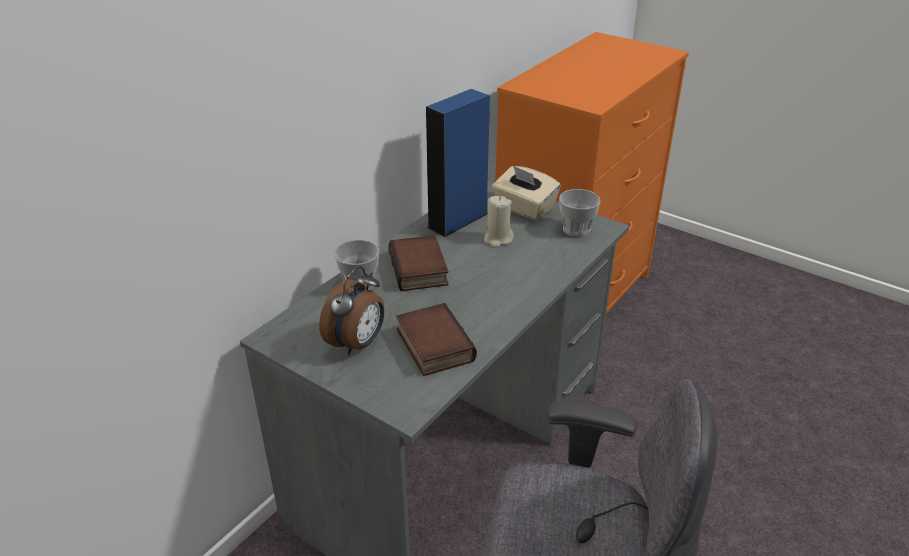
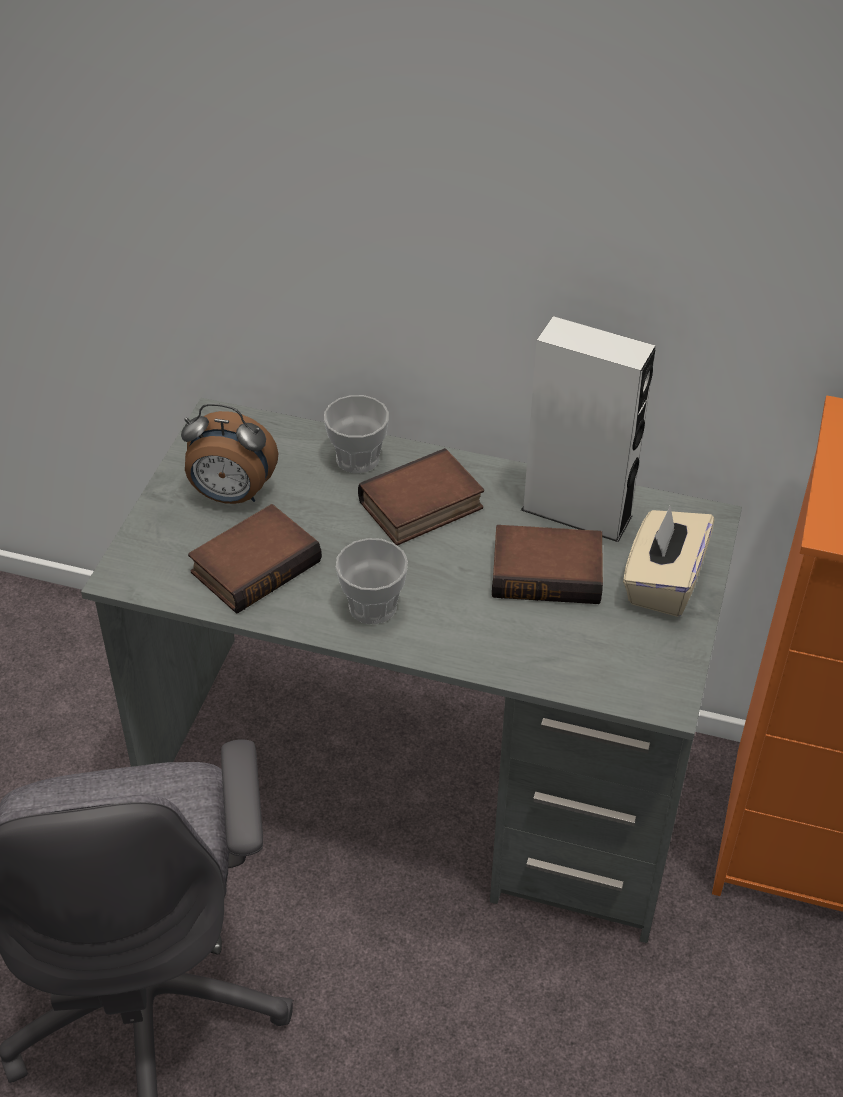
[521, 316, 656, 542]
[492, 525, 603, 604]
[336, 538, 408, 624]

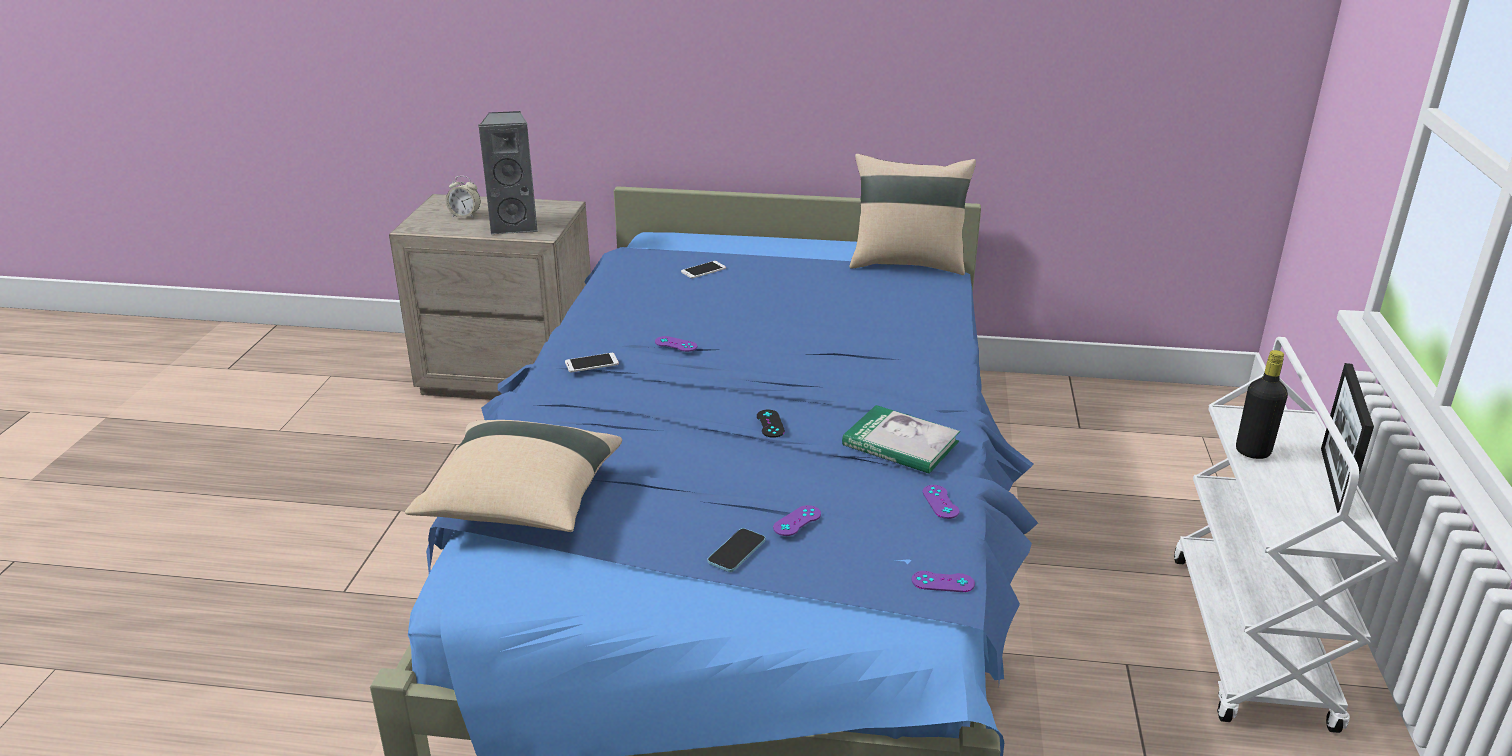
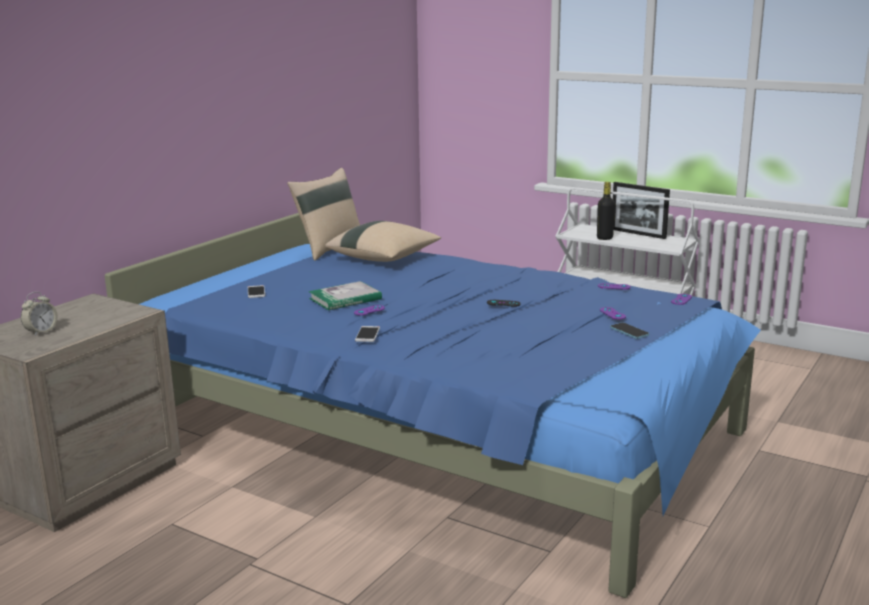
[325, 221, 441, 262]
[478, 111, 538, 235] (first image)
[309, 281, 382, 310]

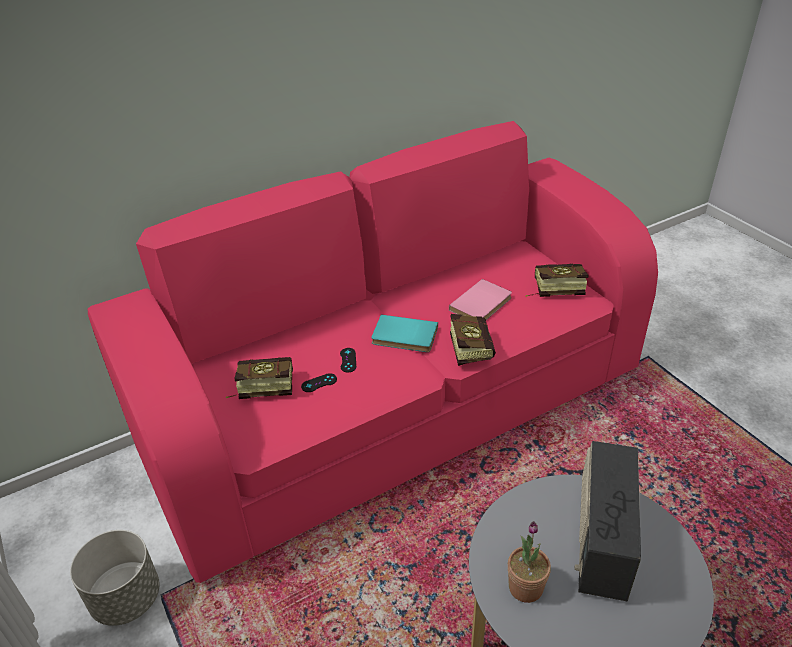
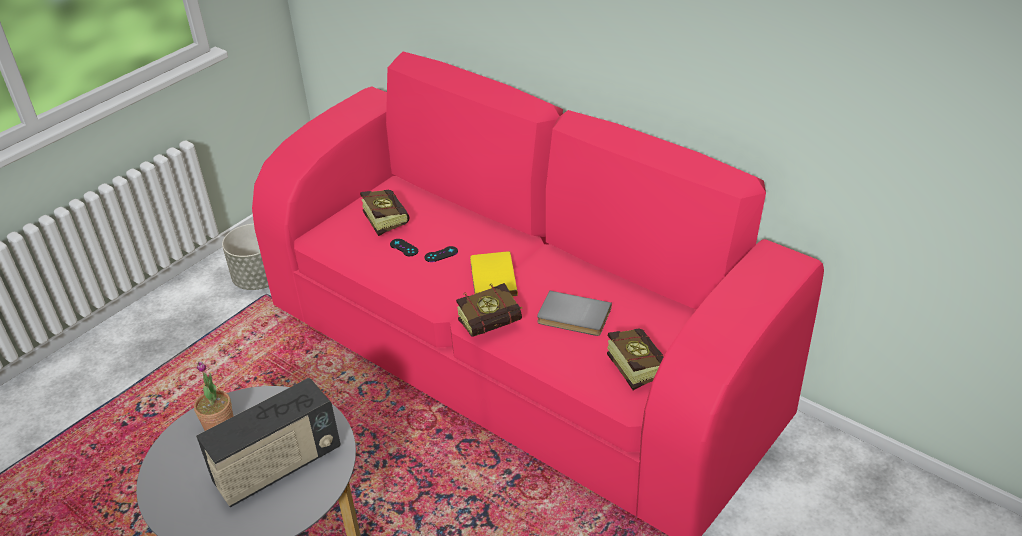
[470, 251, 518, 296]
[537, 291, 612, 336]
[196, 378, 341, 508]

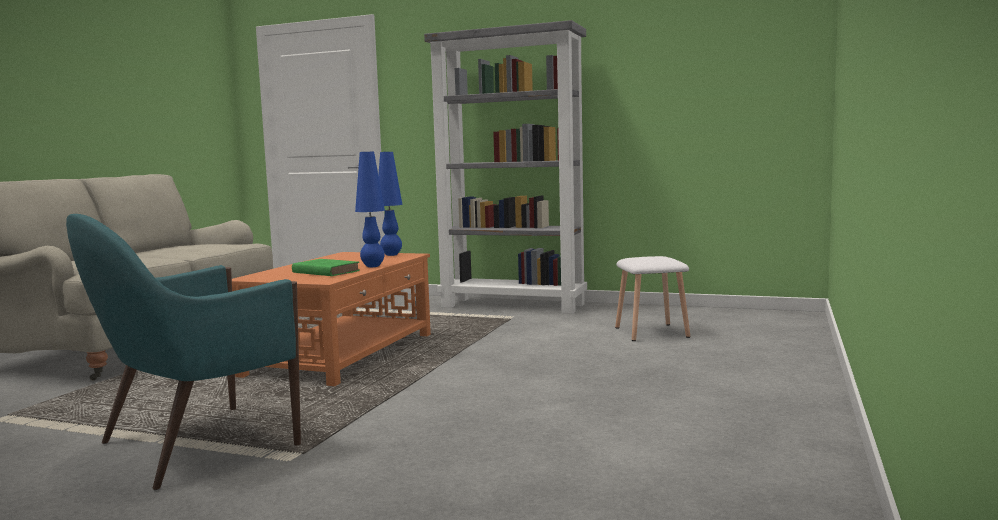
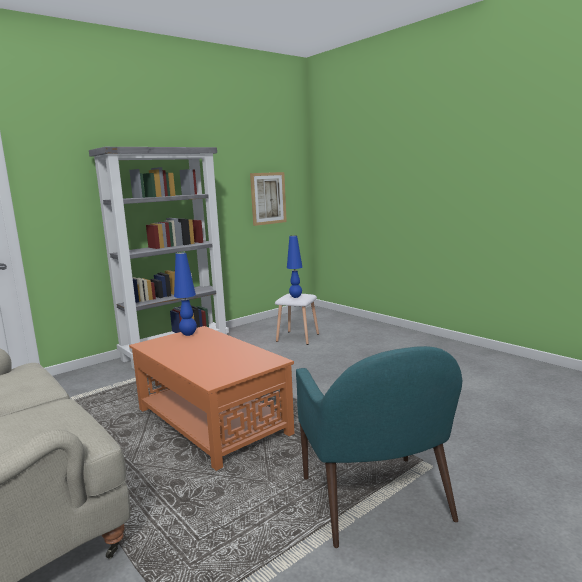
[292, 259, 360, 276] (first image)
[287, 235, 303, 298]
[250, 172, 287, 226]

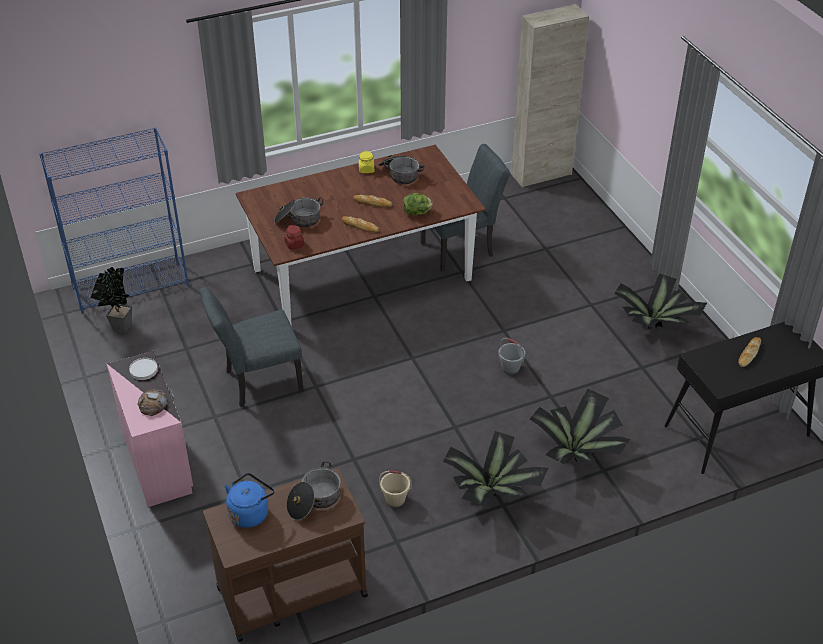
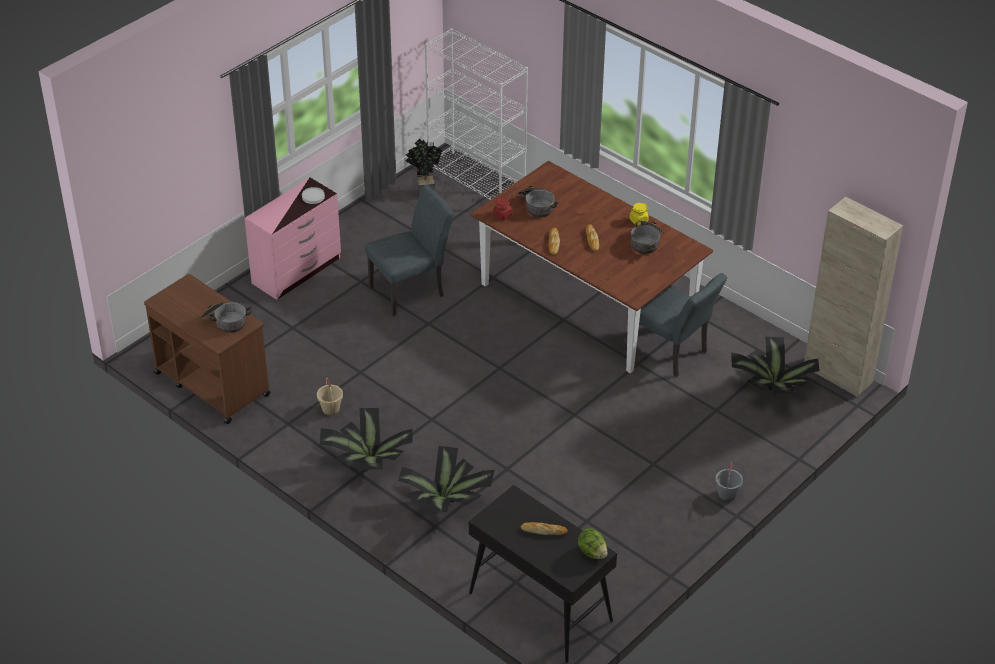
[424, 28, 528, 200]
[137, 389, 167, 416] (first image)
[365, 185, 454, 316]
[225, 473, 274, 528] (first image)
[578, 528, 608, 559]
[715, 462, 743, 501]
[731, 337, 820, 394]

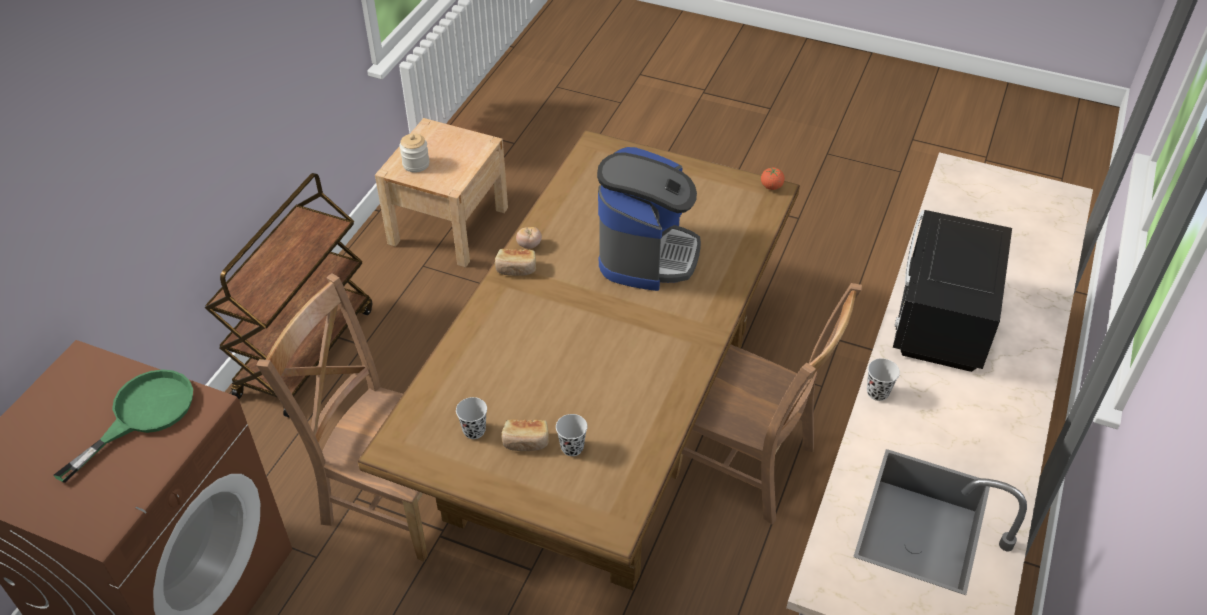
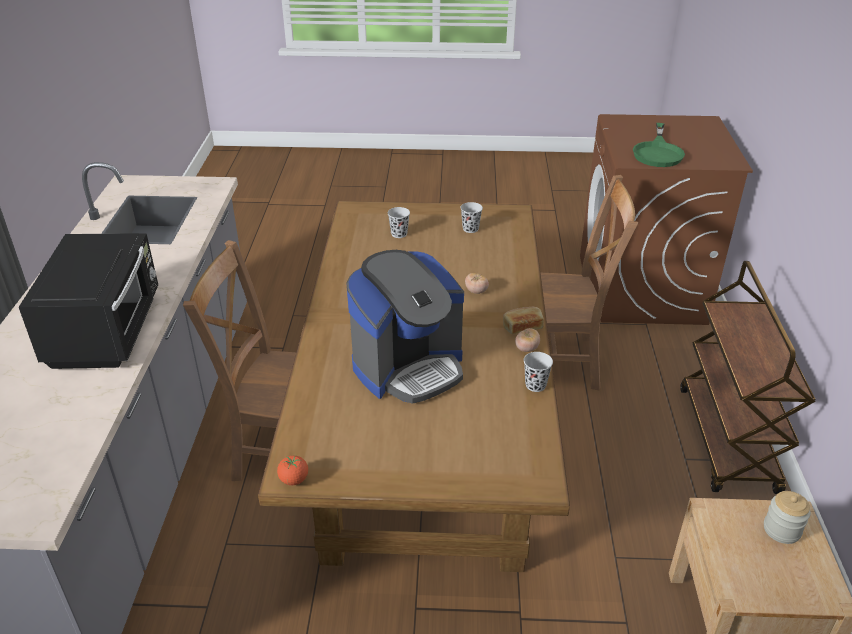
[501, 419, 549, 451] (first image)
[346, 250, 464, 404]
[524, 352, 553, 392]
[465, 273, 489, 294]

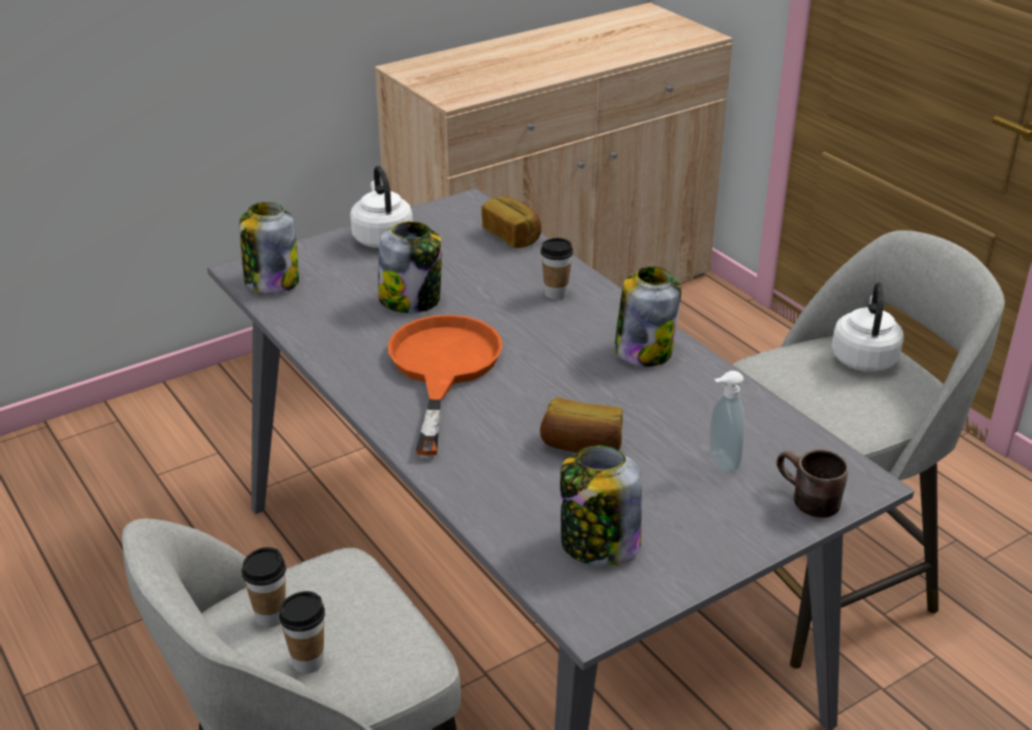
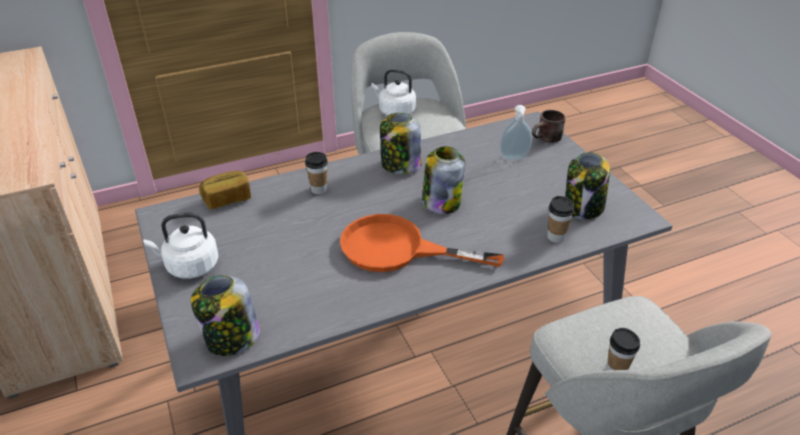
[548, 196, 574, 243]
[422, 146, 465, 214]
[540, 397, 623, 453] (first image)

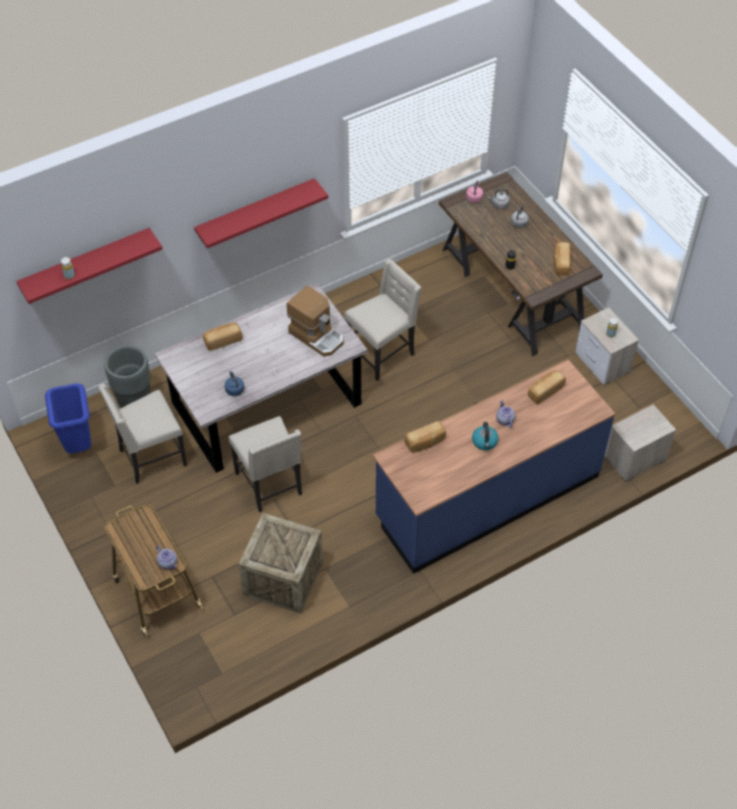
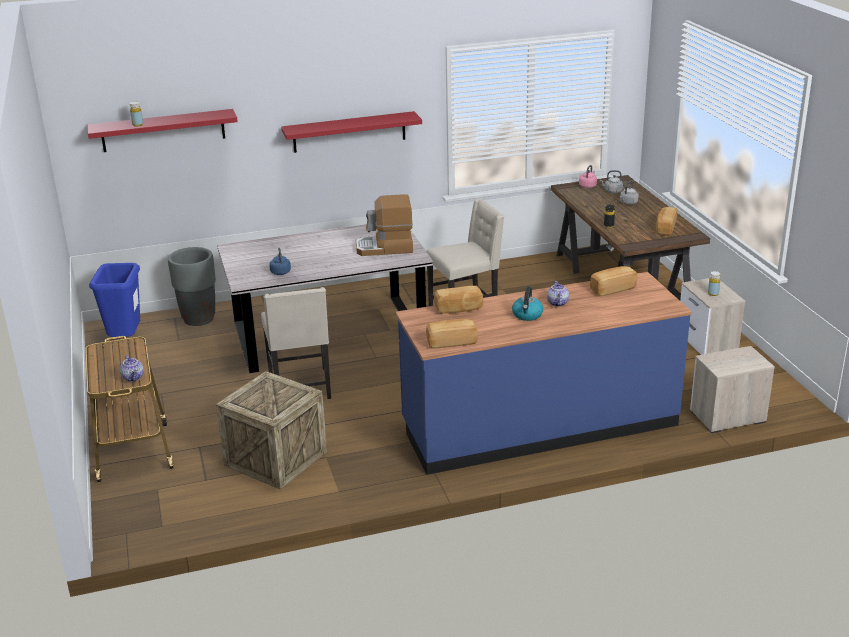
[98, 384, 187, 484] (first image)
[426, 319, 478, 349]
[356, 194, 413, 256]

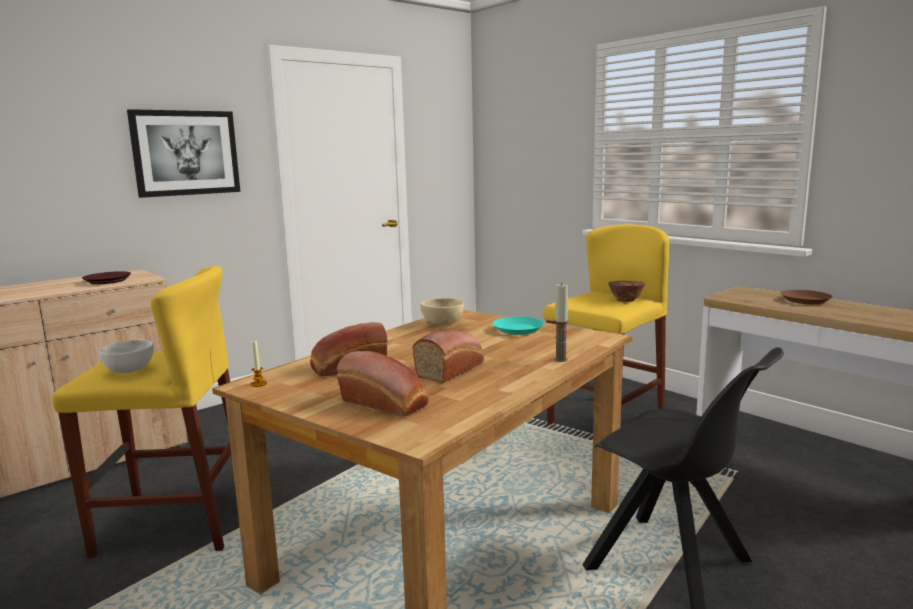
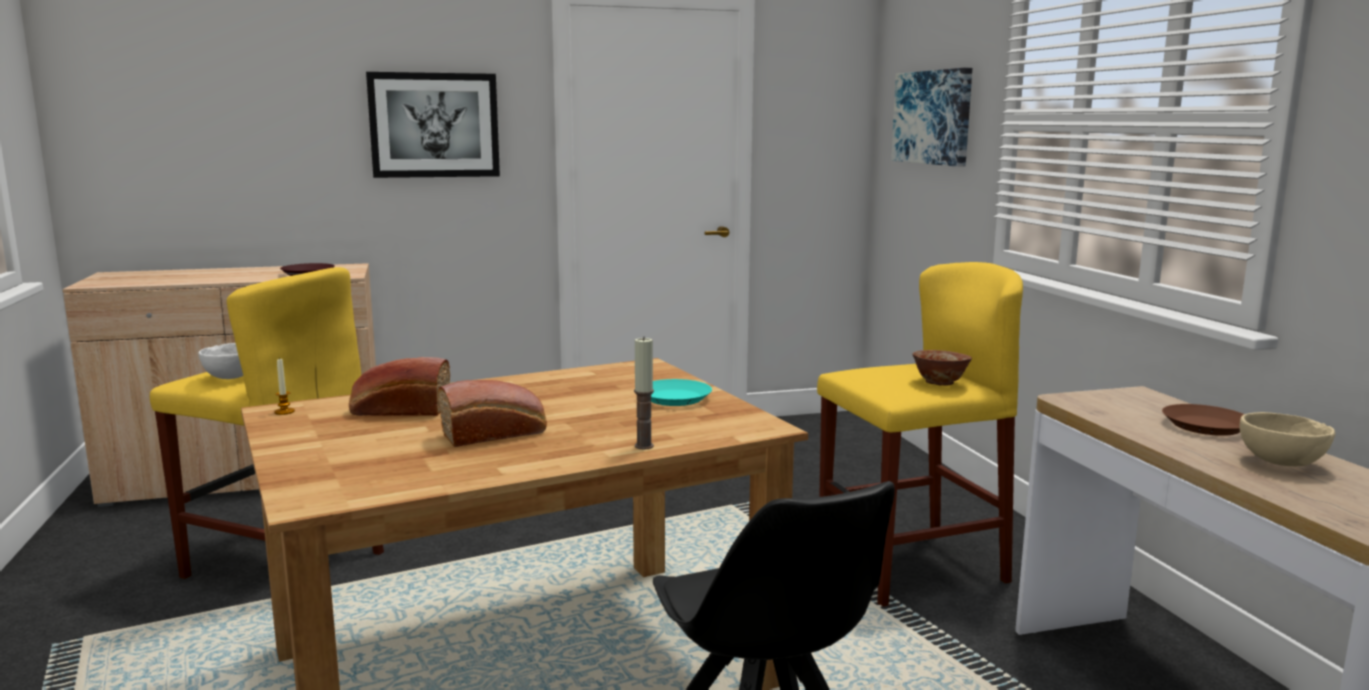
[337, 351, 429, 417] (first image)
[1239, 412, 1335, 466]
[891, 68, 972, 167]

